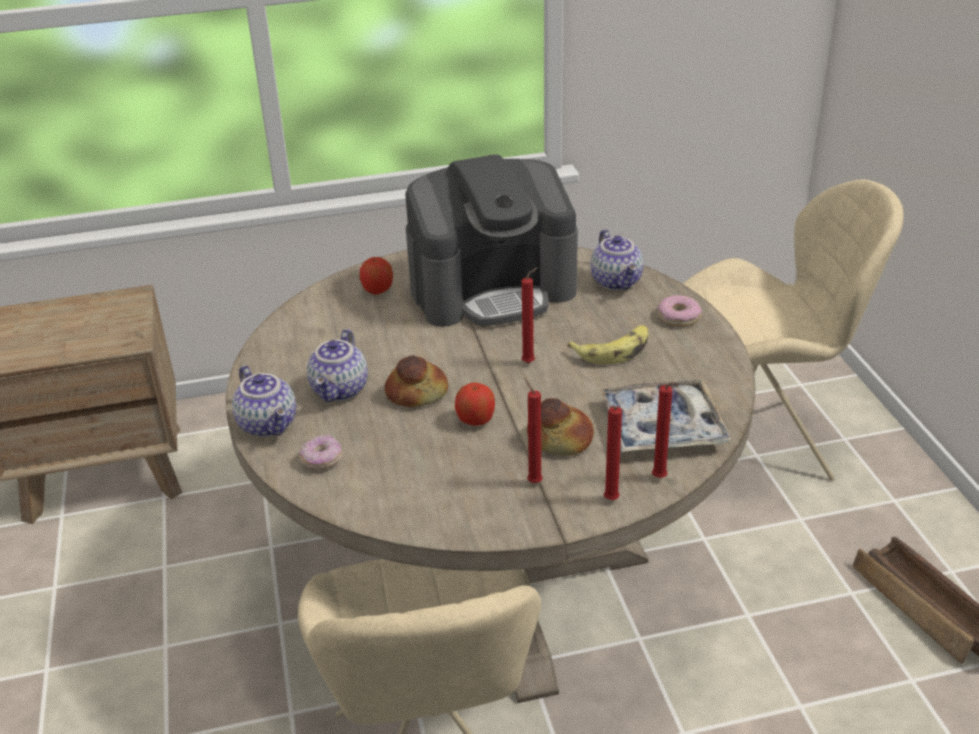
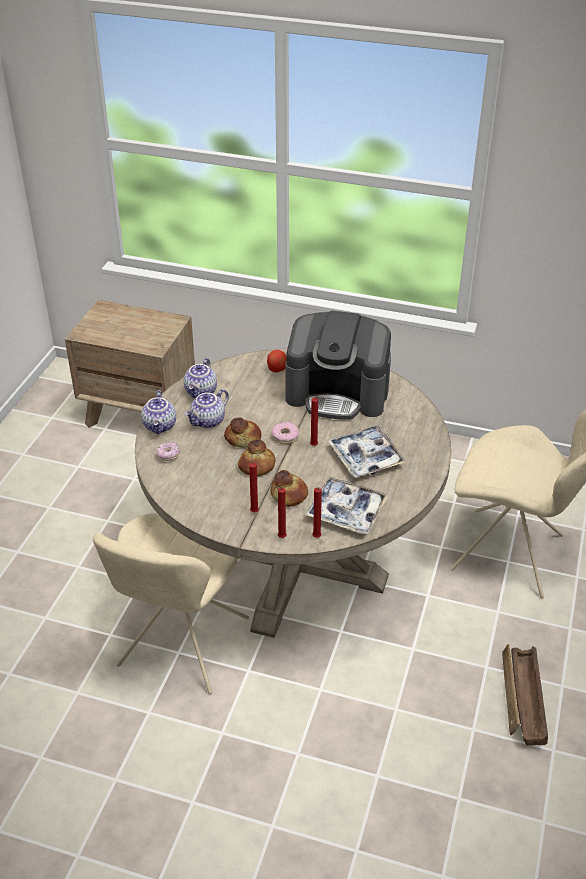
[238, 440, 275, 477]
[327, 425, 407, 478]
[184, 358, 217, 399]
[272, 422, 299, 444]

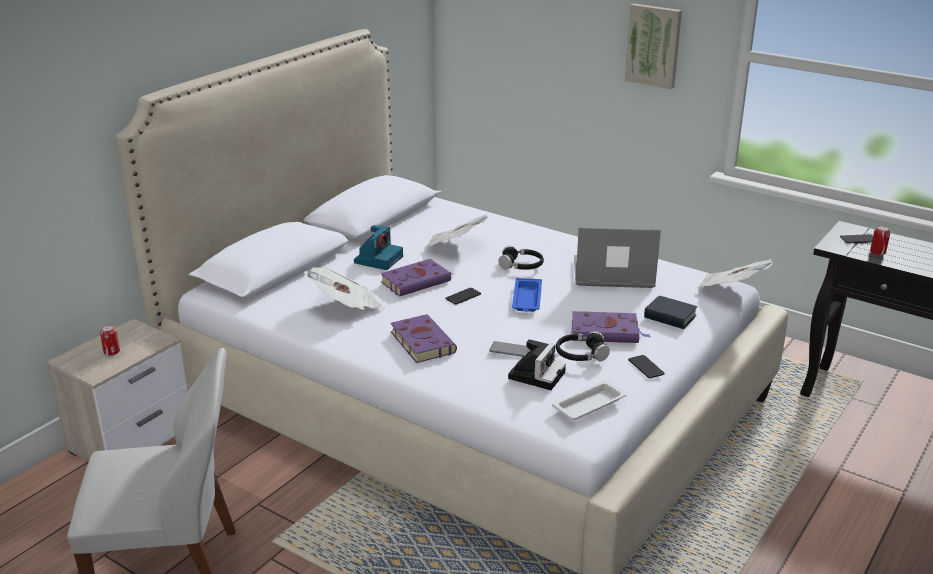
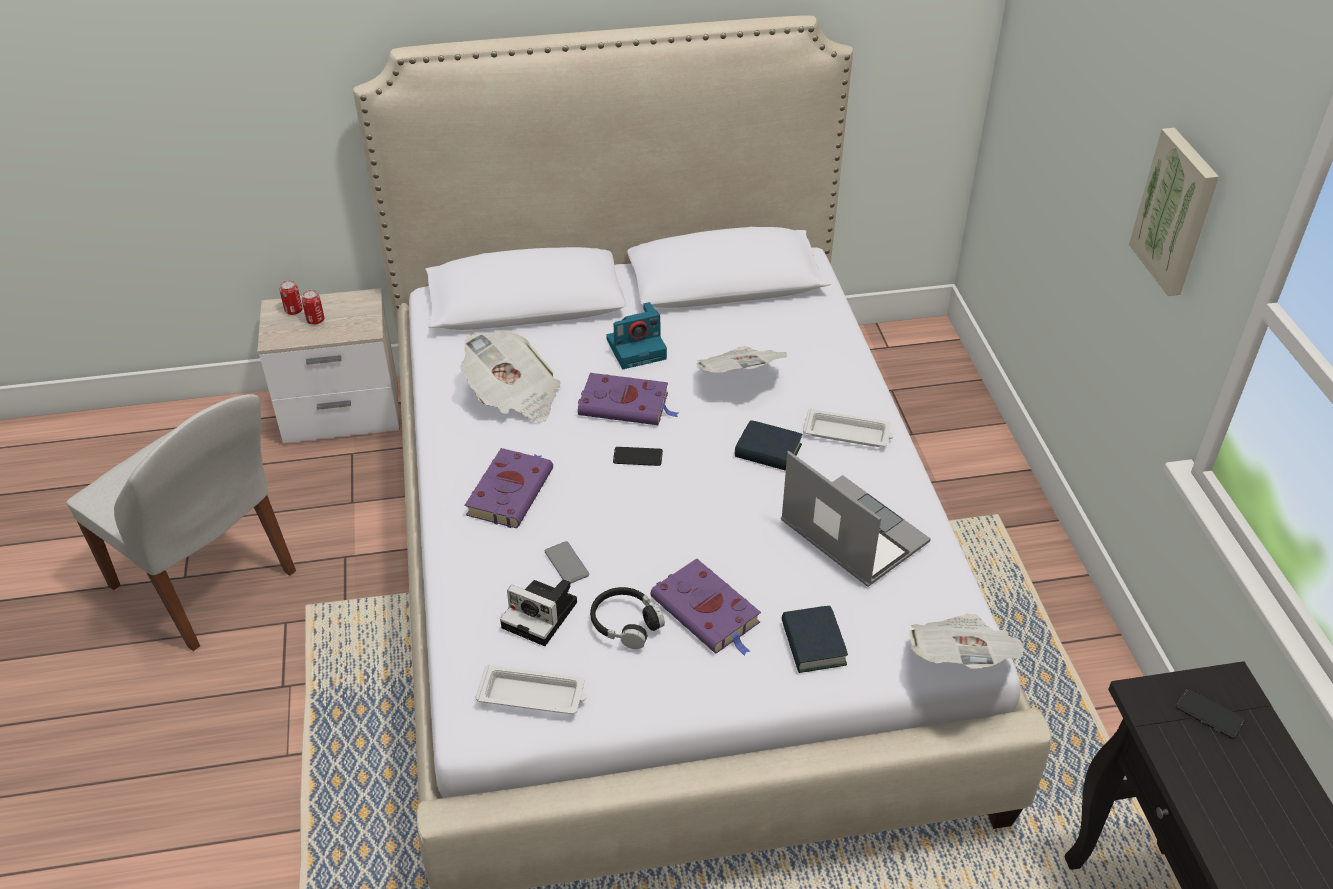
[735, 420, 802, 471]
[500, 579, 577, 646]
[512, 278, 542, 312] (first image)
[628, 355, 665, 378] (first image)
[280, 280, 303, 315]
[803, 408, 894, 447]

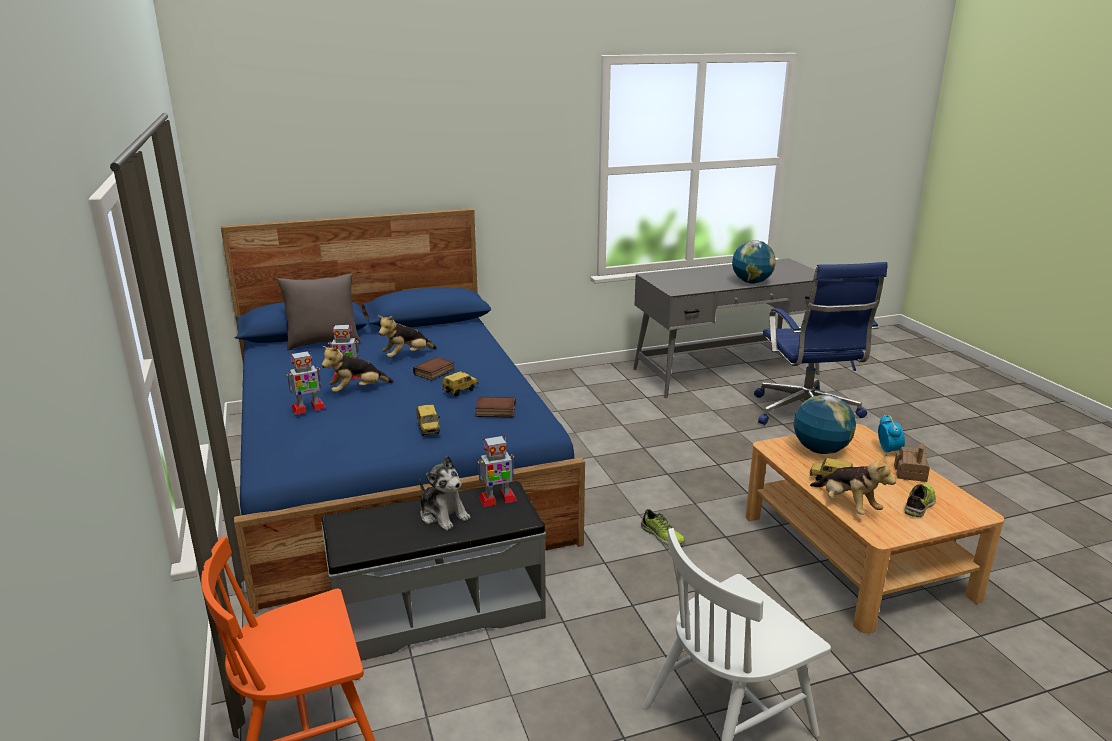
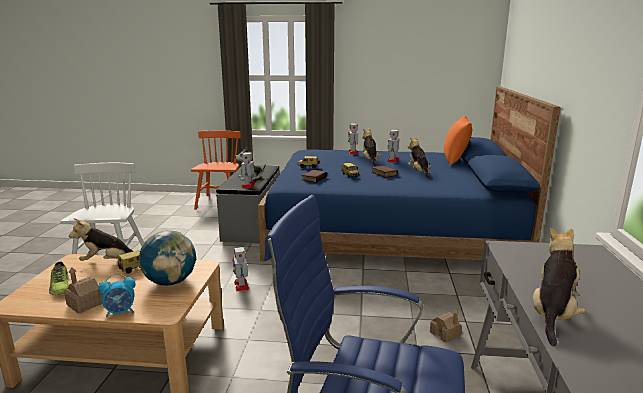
[444, 116, 472, 166]
[233, 246, 249, 291]
[533, 228, 586, 346]
[98, 274, 136, 318]
[430, 309, 462, 343]

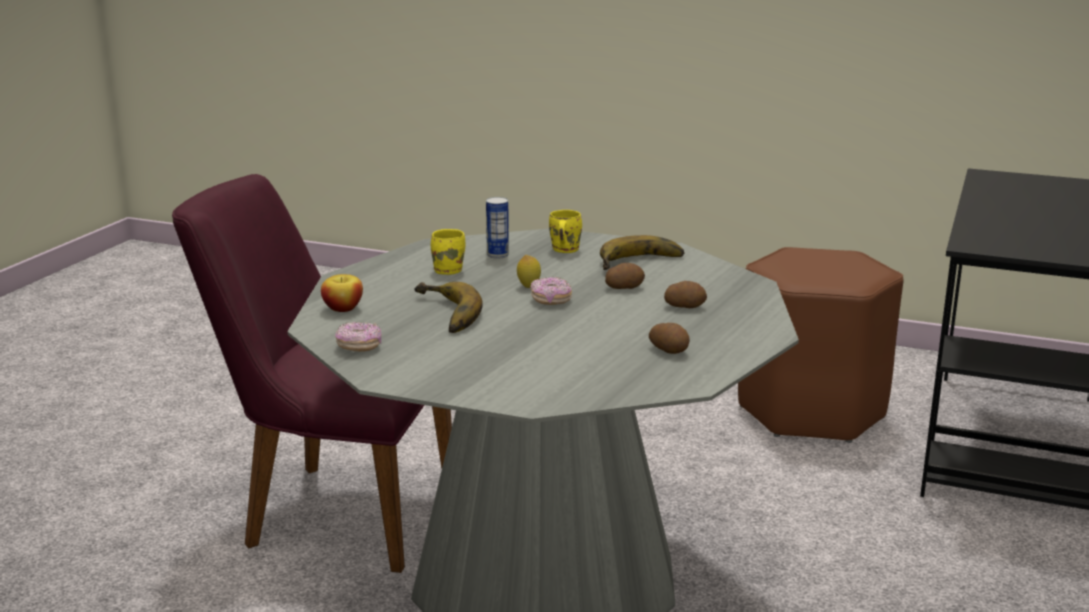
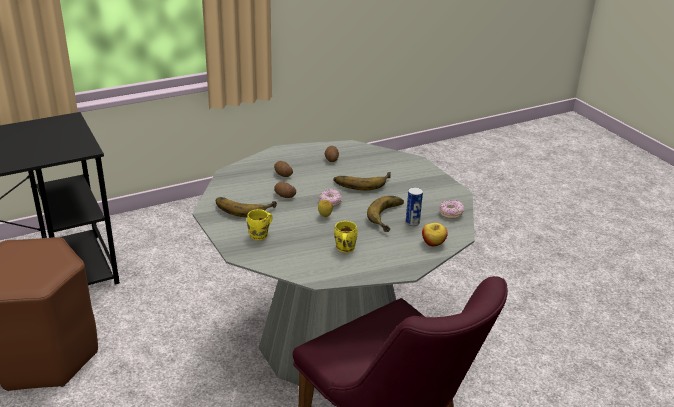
[406, 187, 423, 226]
[333, 172, 391, 190]

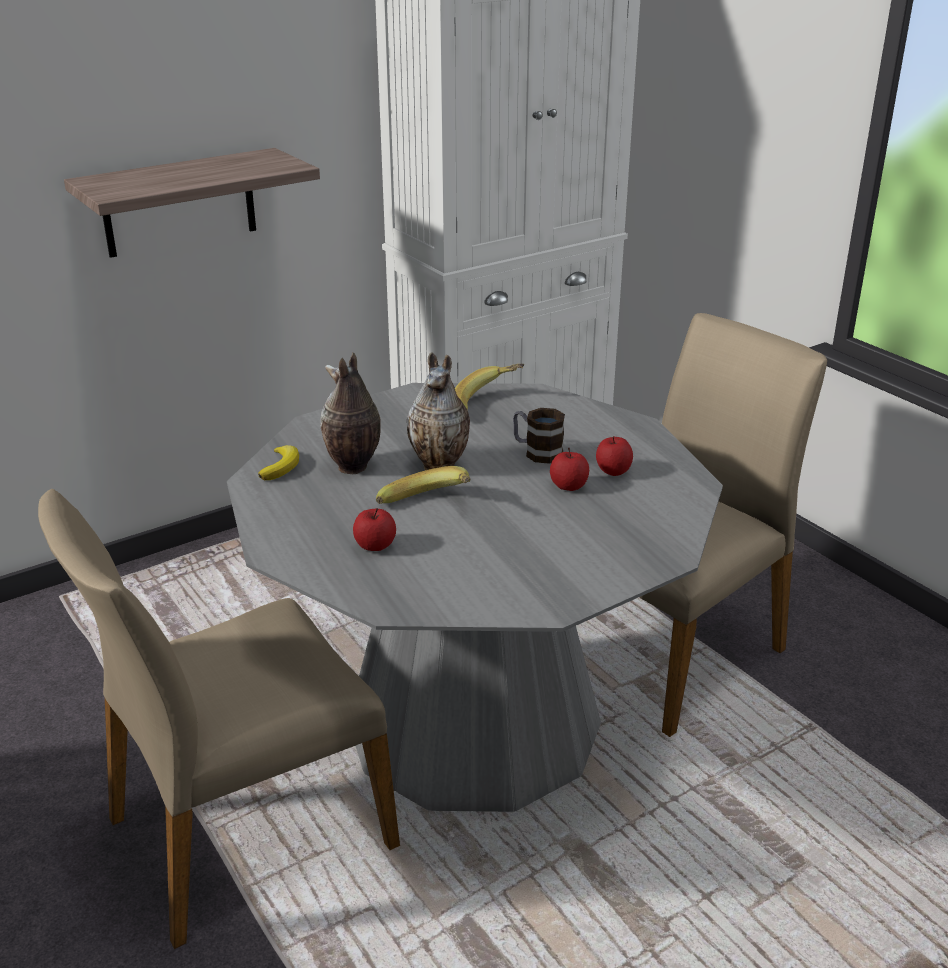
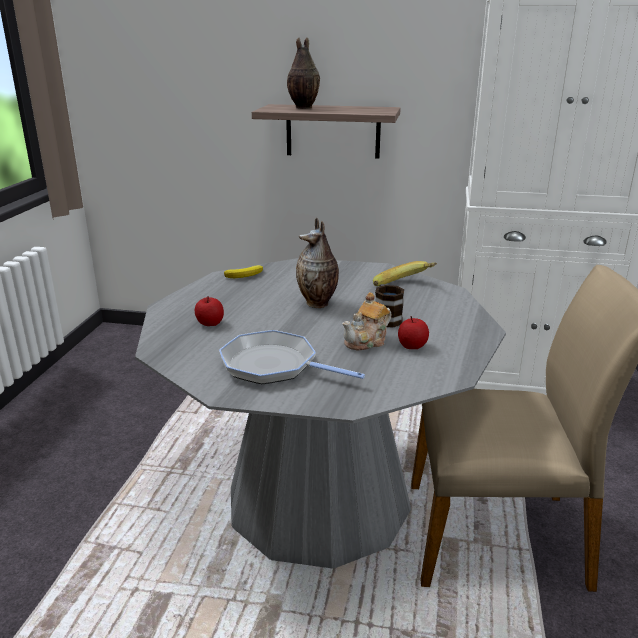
[38, 489, 400, 949] (first image)
[287, 37, 320, 109]
[376, 466, 470, 504] (first image)
[342, 292, 391, 350]
[219, 330, 365, 384]

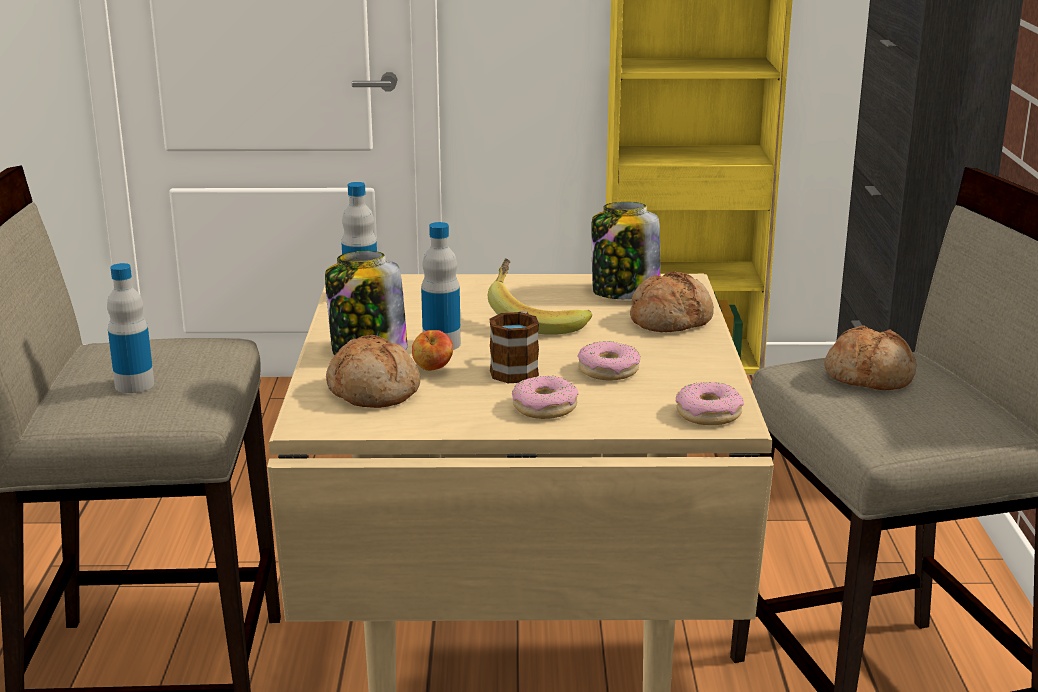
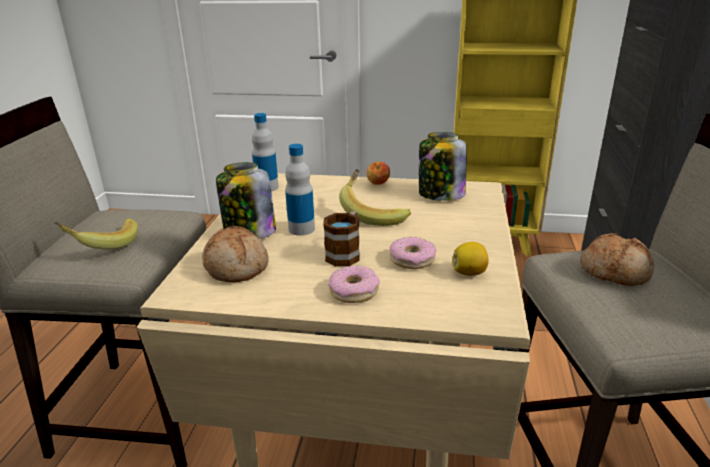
[54, 218, 138, 249]
[367, 162, 390, 185]
[630, 271, 714, 332] (first image)
[676, 382, 744, 425] (first image)
[452, 242, 489, 276]

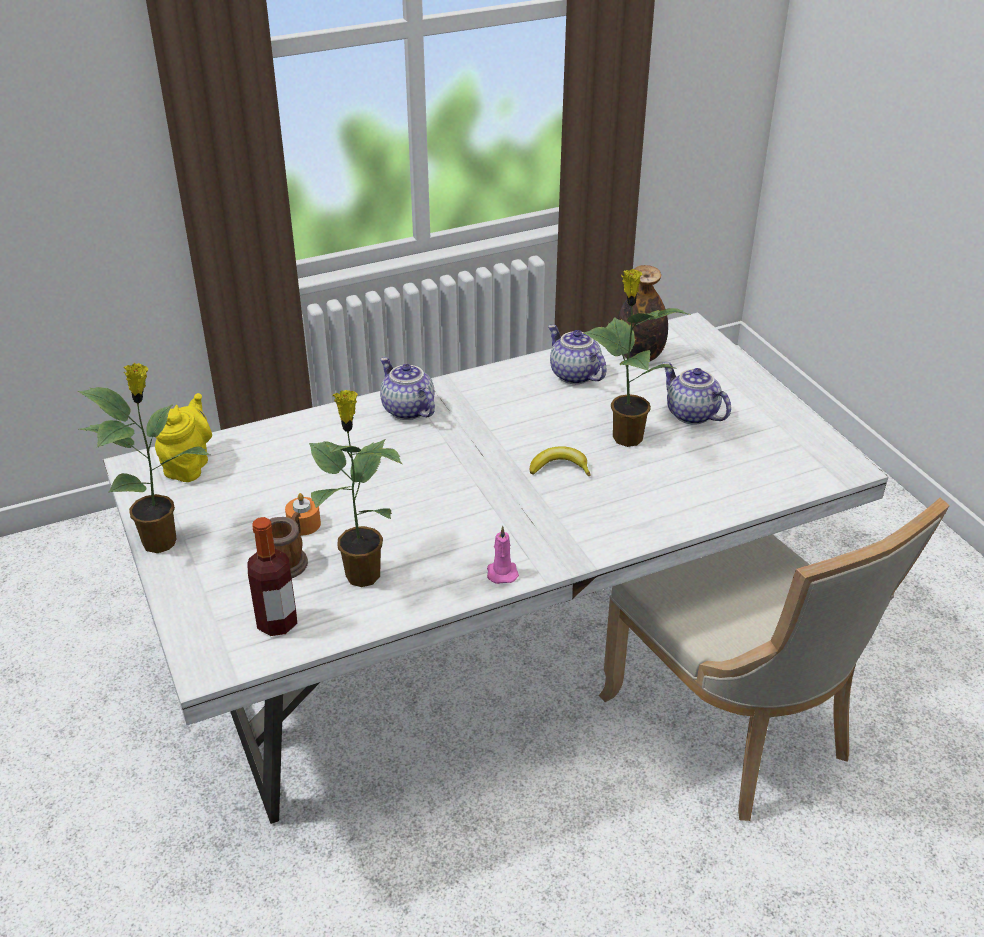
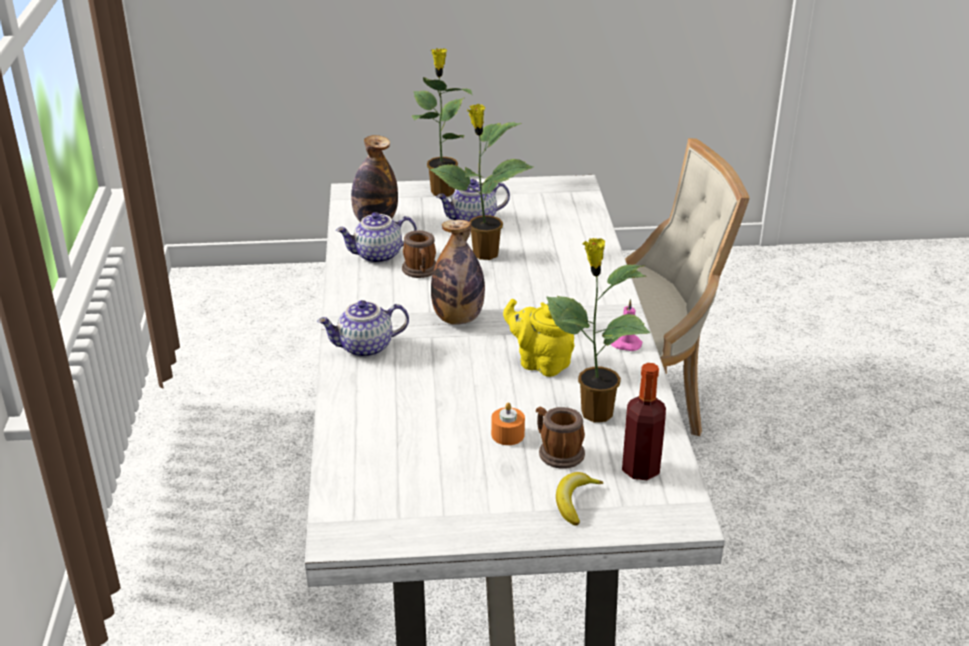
[412, 48, 473, 197]
[503, 299, 575, 377]
[556, 472, 603, 526]
[402, 230, 436, 278]
[431, 220, 485, 325]

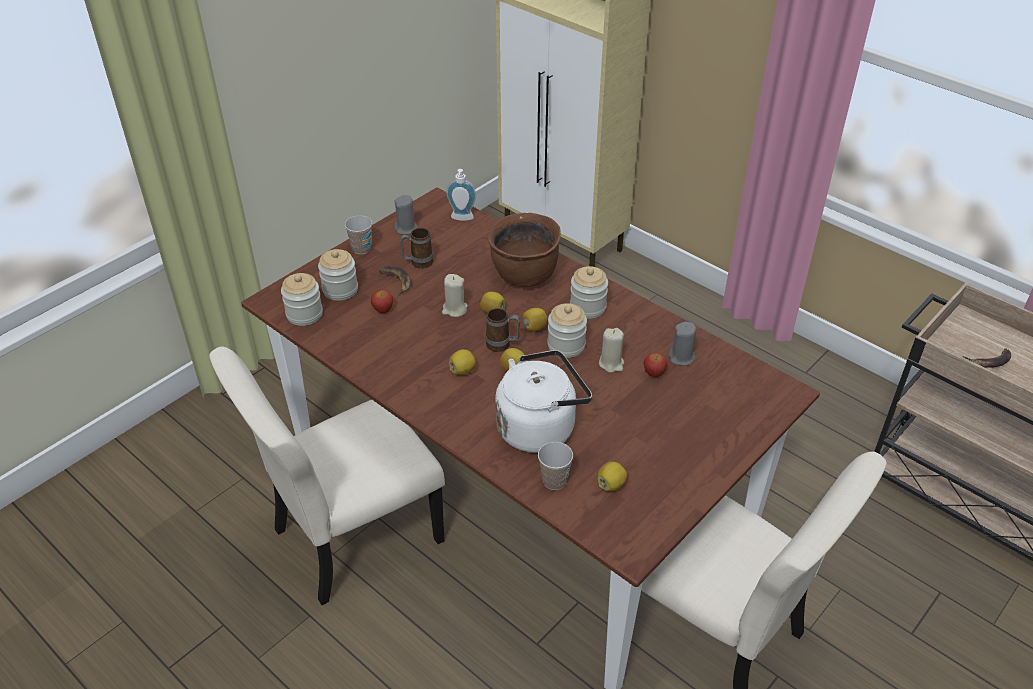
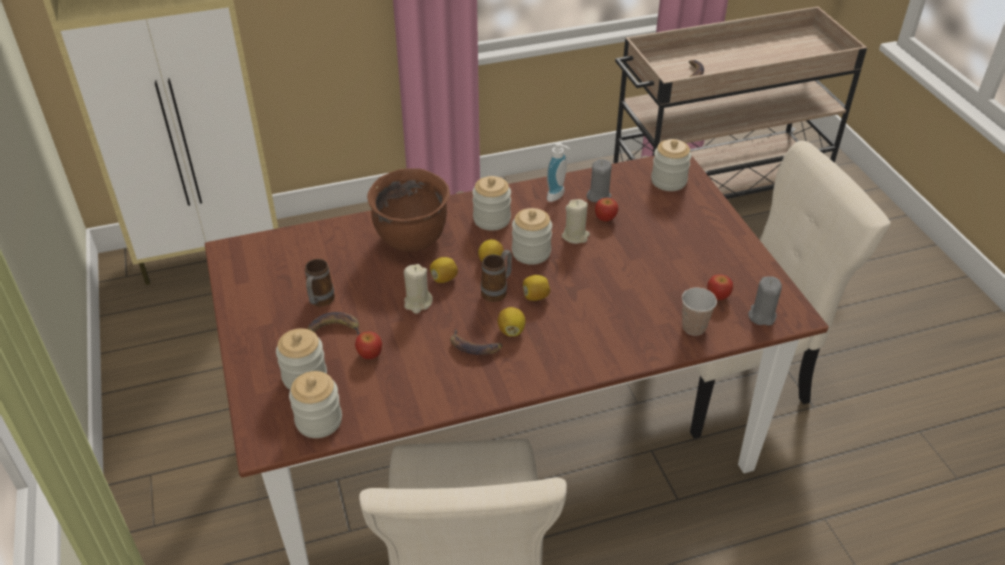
[345, 215, 372, 254] (first image)
[748, 276, 782, 326]
[547, 142, 570, 202]
[495, 350, 592, 453] (first image)
[707, 275, 733, 300]
[450, 329, 502, 355]
[651, 139, 691, 191]

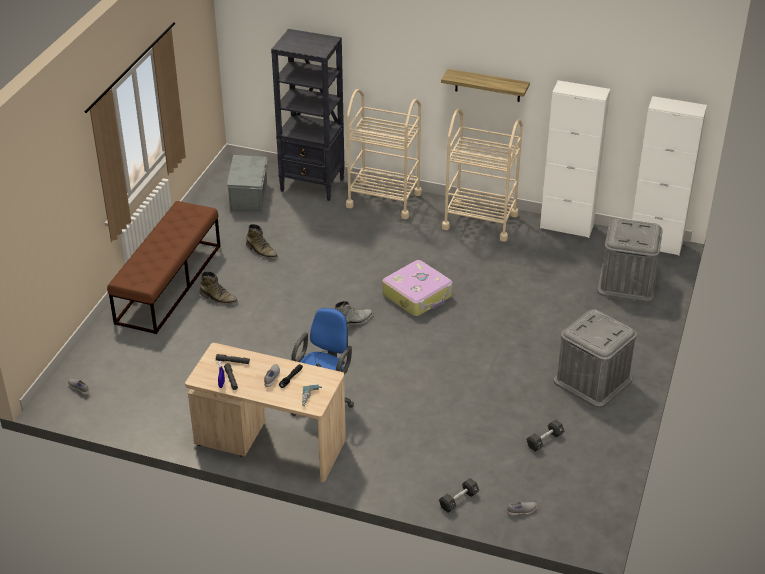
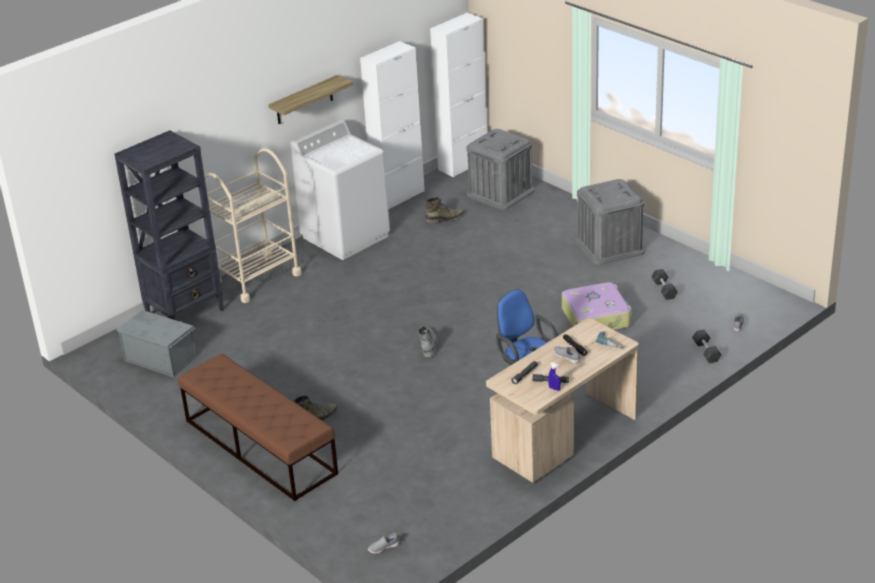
[425, 197, 465, 223]
[562, 282, 631, 330]
[291, 119, 390, 260]

